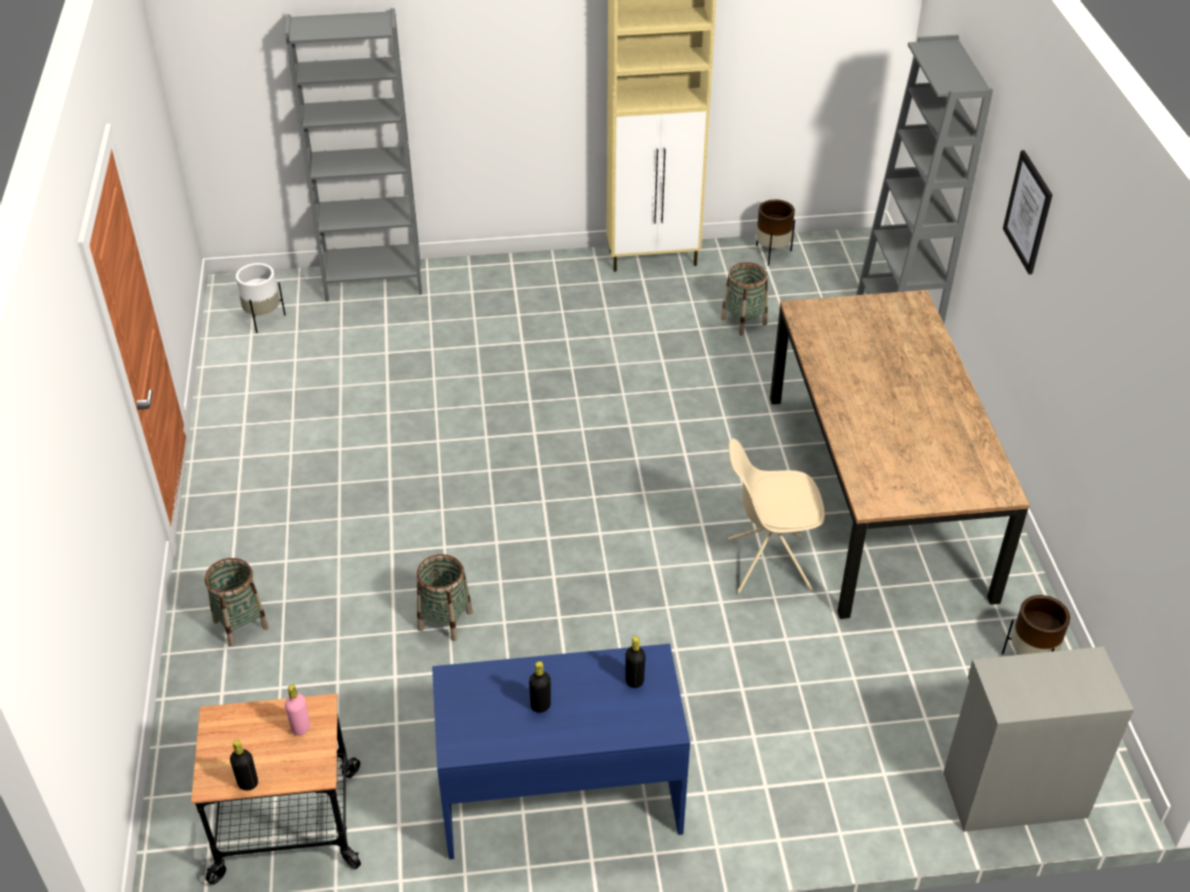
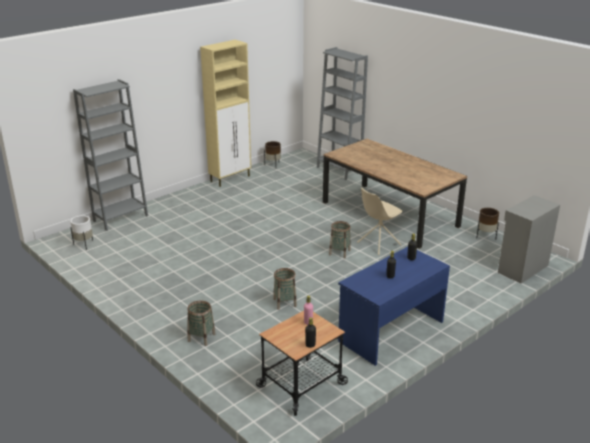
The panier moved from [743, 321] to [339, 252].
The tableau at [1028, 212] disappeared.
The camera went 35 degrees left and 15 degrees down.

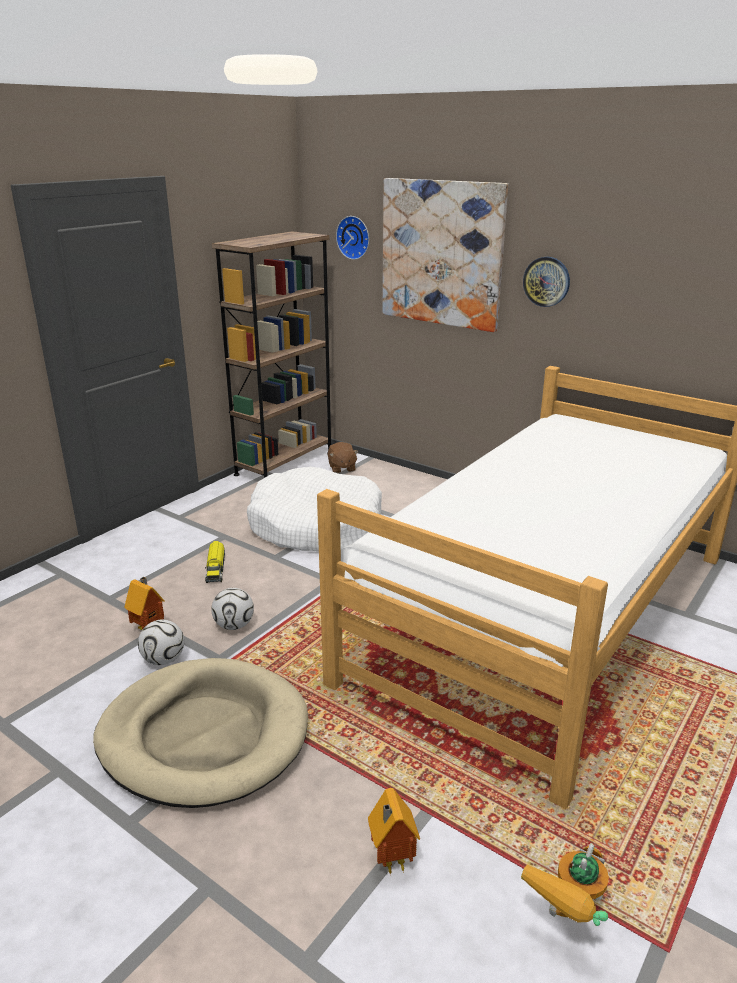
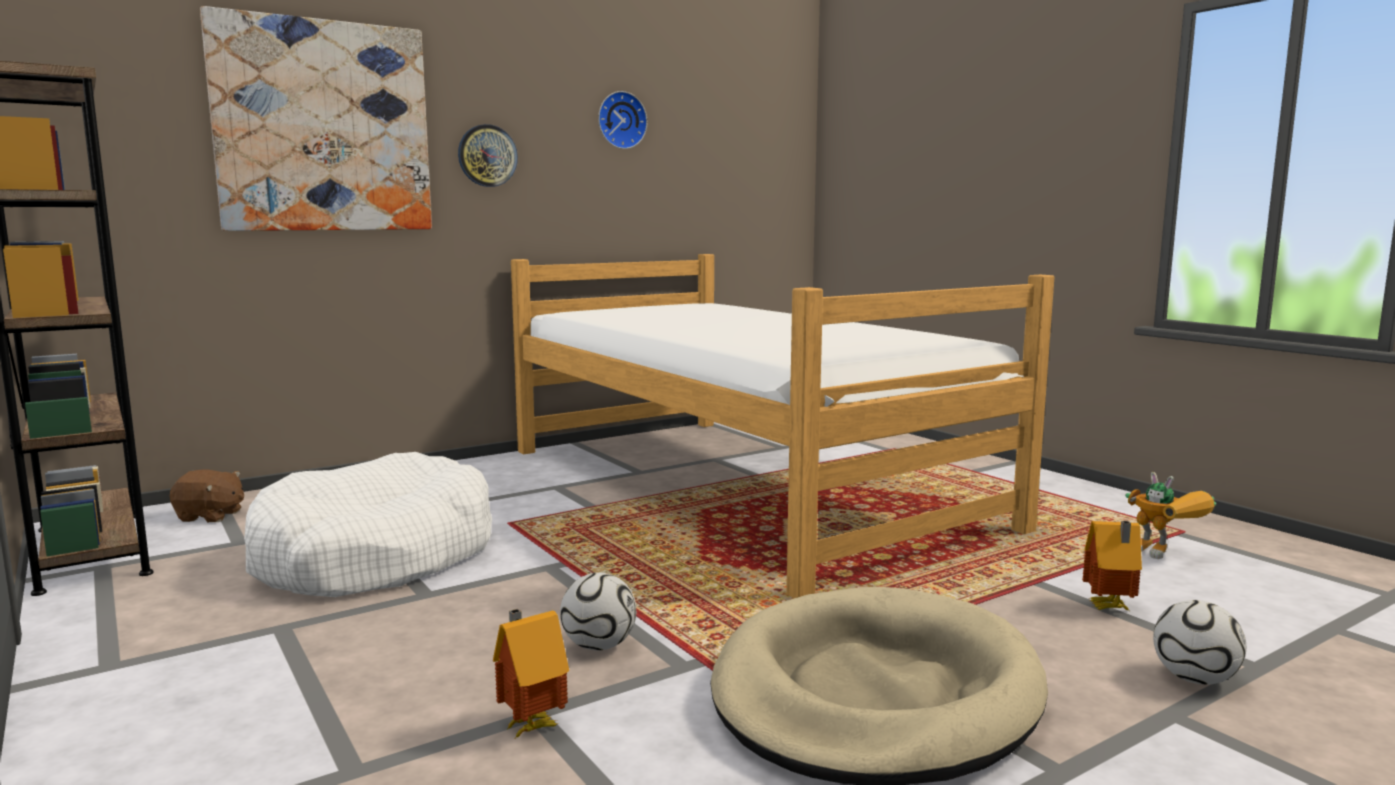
The ballon de foot moved from [163, 660] to [1195, 679].
The camion jouet at [215, 568] disappeared.
The horloge murale moved from [354, 237] to [620, 120].
The camera went 70 degrees left and 15 degrees down.

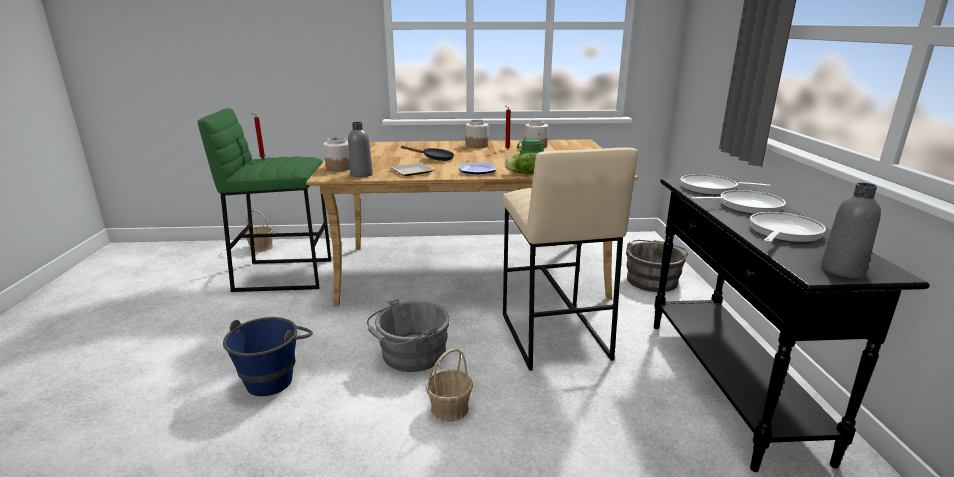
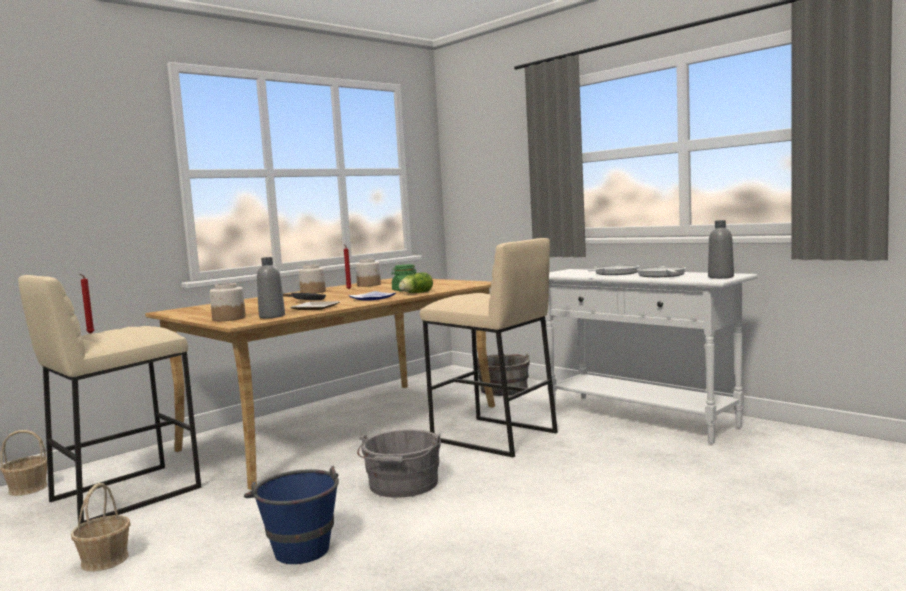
The tabouret (vert) at [284, 274] became the tabouret (beige) at [125, 494].
The panier moved from [450, 408] to [105, 560].
The table console (noir) at [728, 385] became the table console (blanc) at [640, 418].
The poêle at [711, 188] disappeared.
The camera went 40 degrees left and 15 degrees down.

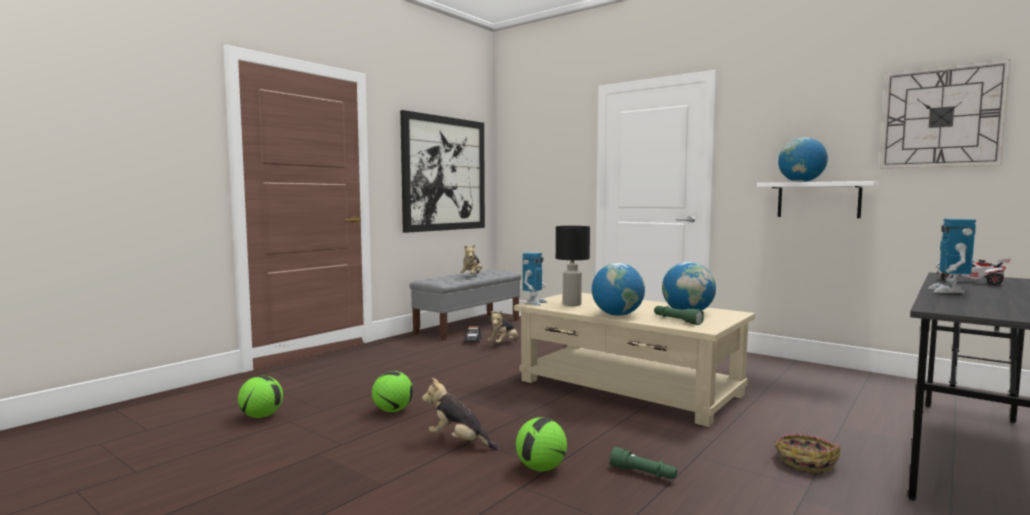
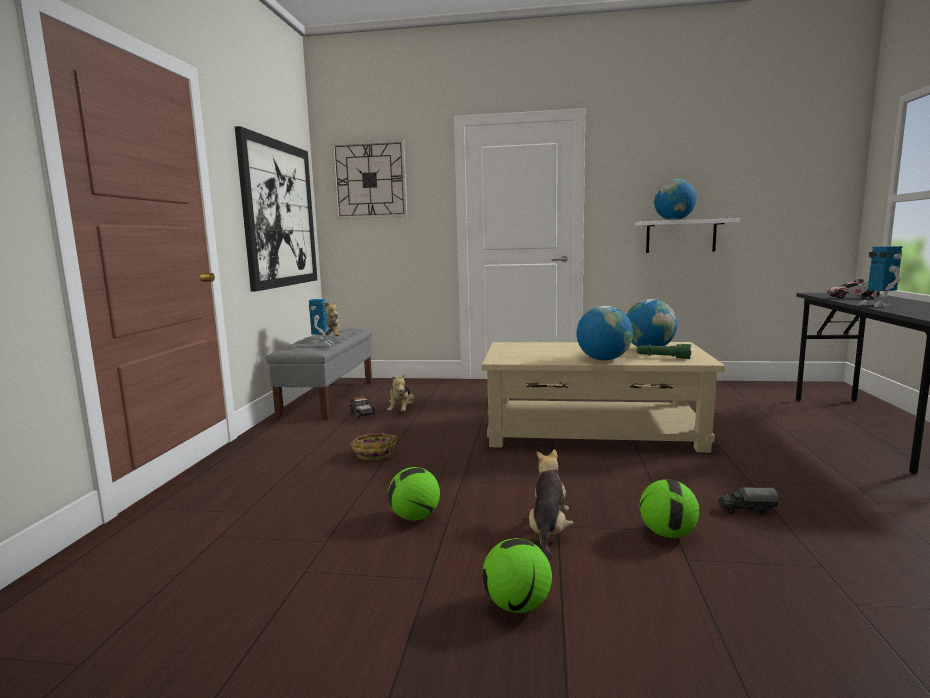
The ballon de foot moved from [261, 416] to [517, 605].
The peluche at [459, 442] turned 105 degrees clockwise.
The robot jouet moved from [534, 303] to [322, 345].
The lampe de table (noir) at [571, 304] disappeared.
The lampe de poche (vert) at [643, 473] was replaced by the camion jouet at [746, 510].
The panier moved from [805, 461] to [374, 453].
The horloge murale moved from [941, 117] to [370, 180].
The camera went 30 degrees left and 5 degrees up.

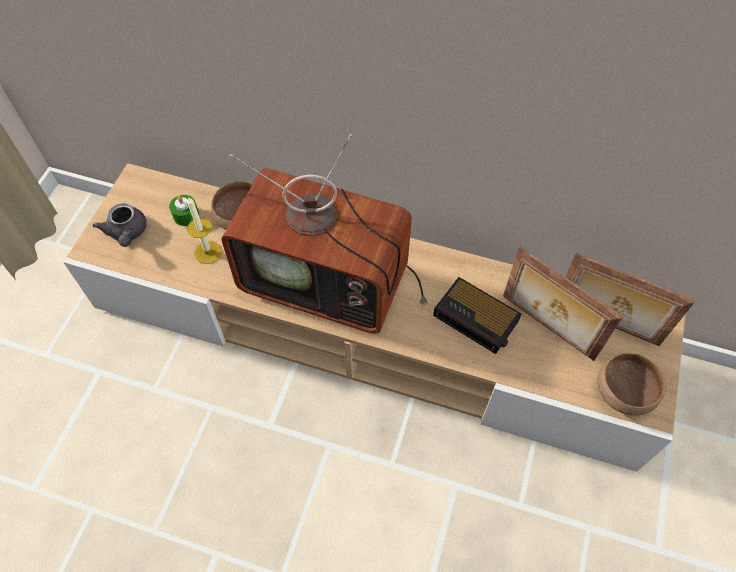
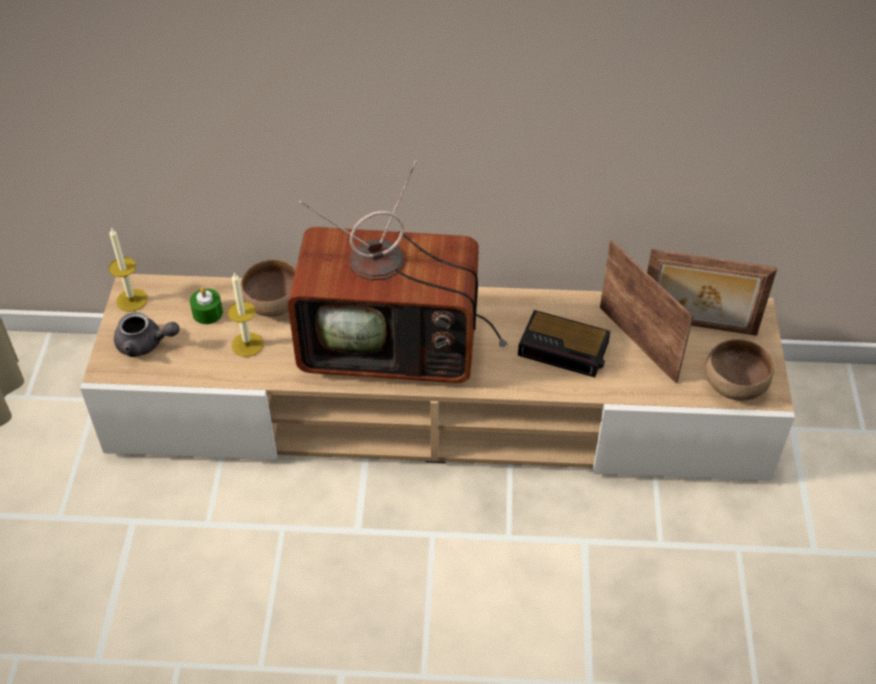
The théière (gris) at [127, 233] turned 45 degrees counterclockwise.
The cadre photo at [546, 328] turned 150 degrees counterclockwise.
The bougie at [132, 300] appeared.
The camera went 15 degrees left and 10 degrees down.

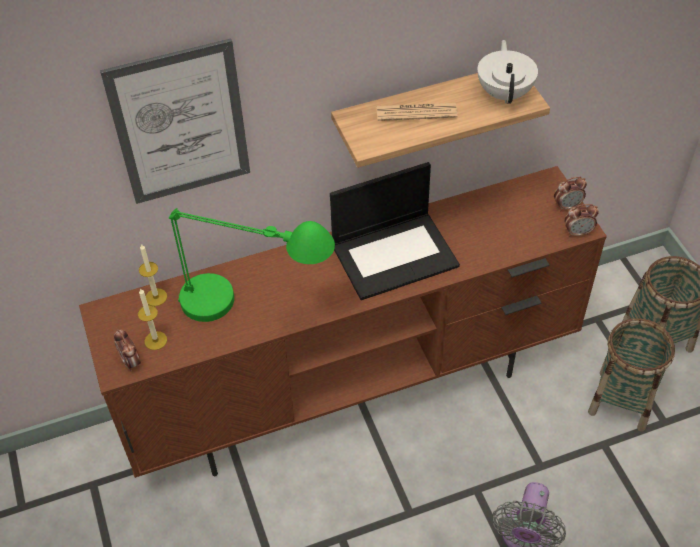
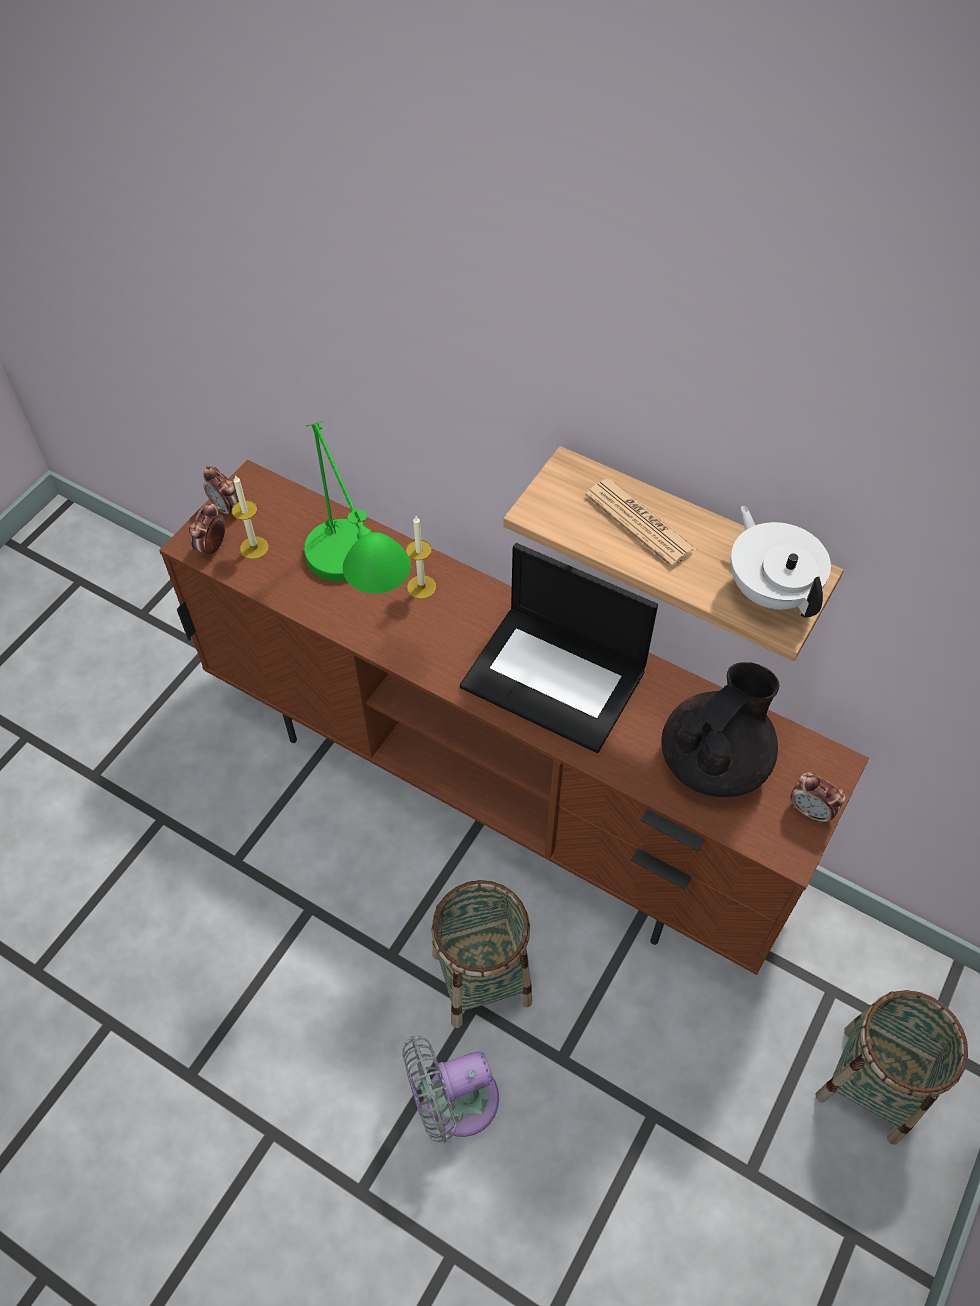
The tableau at [180, 124] disappeared.
The bougie moved from [156, 297] to [421, 587].
The théière (blanc) at [505, 93] turned 75 degrees counterclockwise.
The réveil moved from [578, 232] to [227, 508].
The panier moved from [622, 400] to [482, 978].
The théière (noir) at [714, 760] appeared.
The camera went 50 degrees right and 5 degrees up.

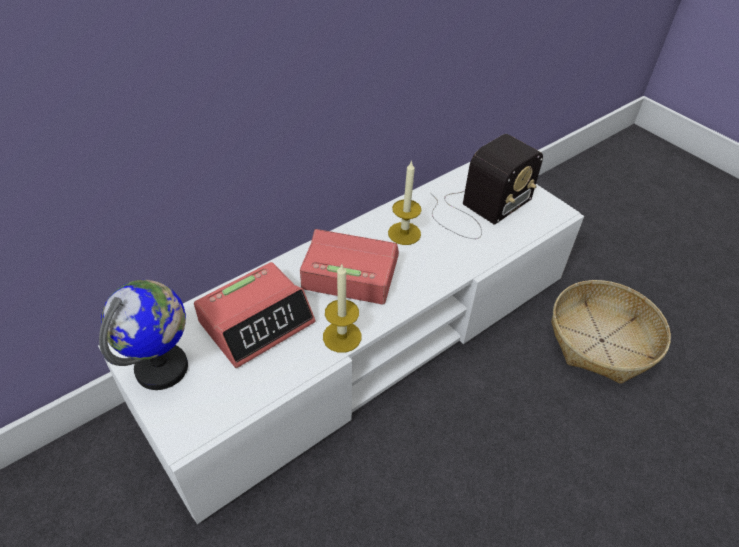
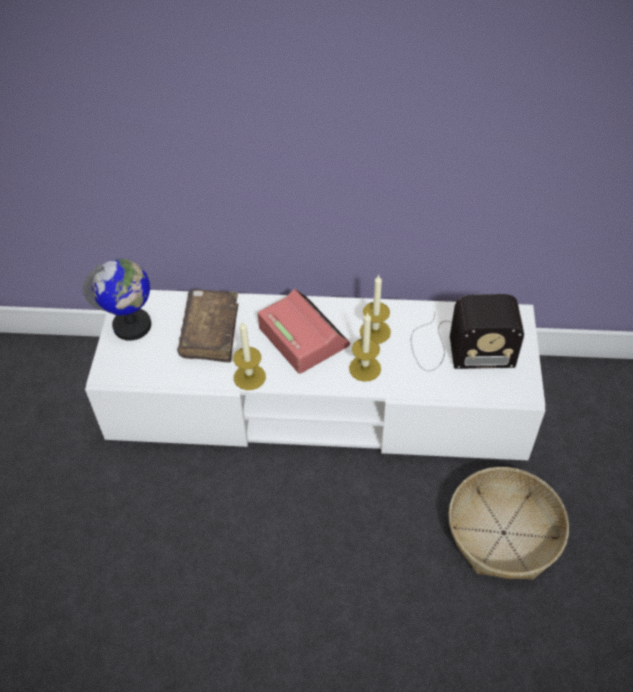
The réveil at [257, 322] was replaced by the livre (marron) at [210, 332].
The bougie at [365, 368] appeared.
The camera went 45 degrees right and 5 degrees up.

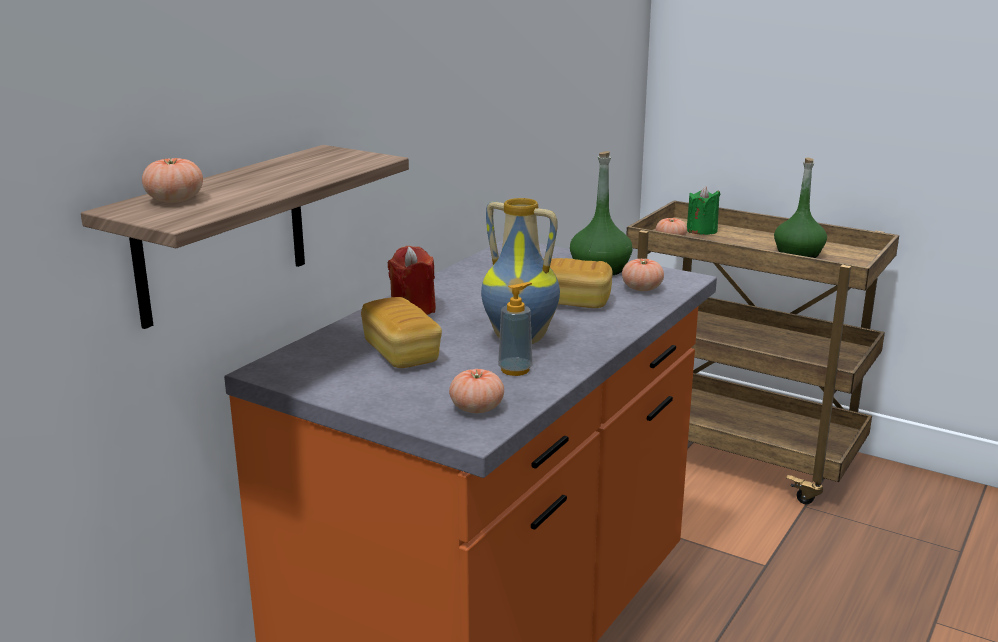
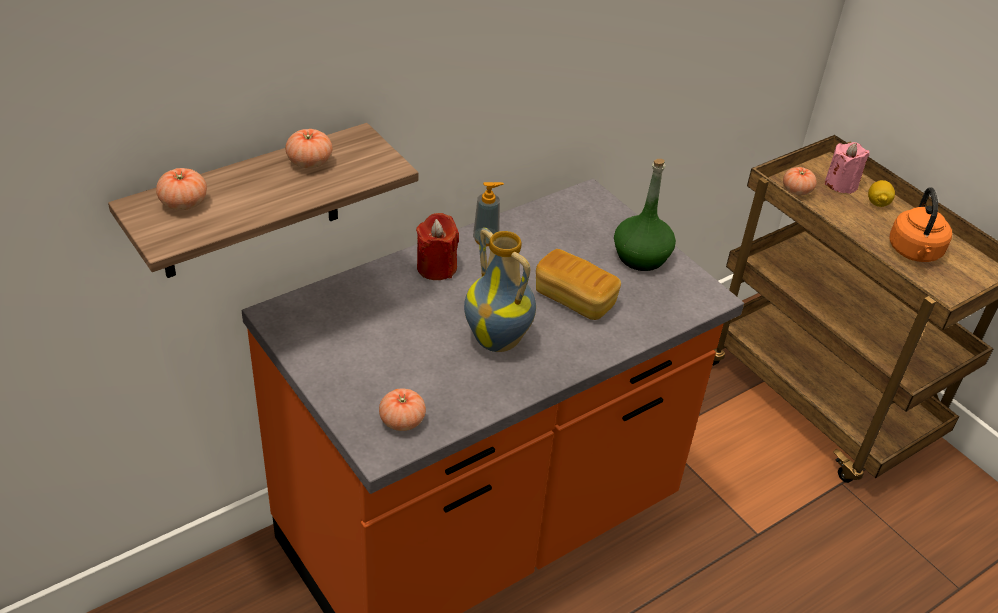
The pain at [401, 353] disappeared.
The distributeur de savon moved from [515, 370] to [486, 239].
The tomate moved from [642, 288] to [309, 162].
The bougie (vert) at [701, 231] became the bougie (rose) at [841, 184].
The bouteille (vert) at [798, 254] was replaced by the bouilloire (orange) at [914, 252].
The citron at [877, 203] appeared.
The camera went 20 degrees right and 20 degrees up.

